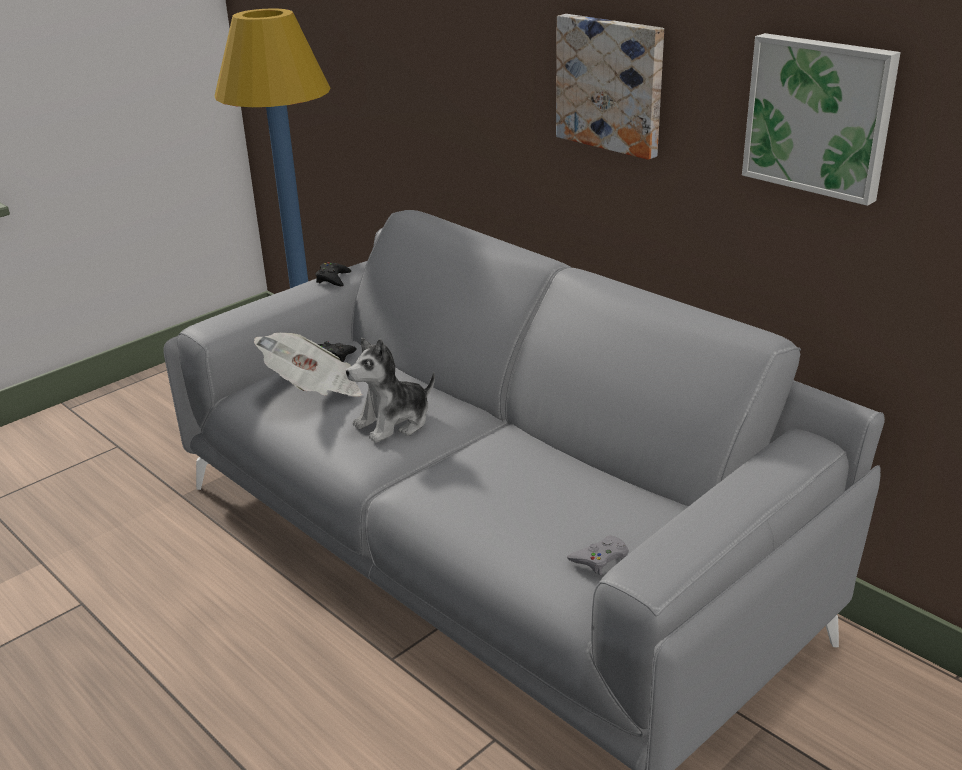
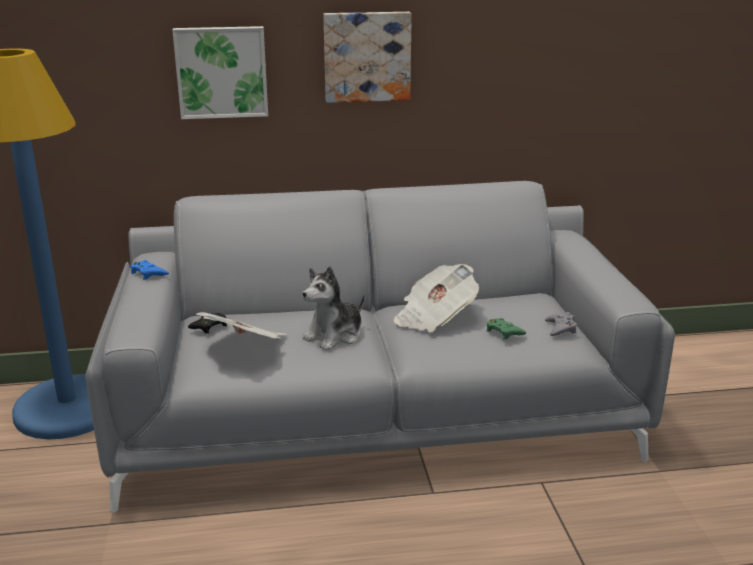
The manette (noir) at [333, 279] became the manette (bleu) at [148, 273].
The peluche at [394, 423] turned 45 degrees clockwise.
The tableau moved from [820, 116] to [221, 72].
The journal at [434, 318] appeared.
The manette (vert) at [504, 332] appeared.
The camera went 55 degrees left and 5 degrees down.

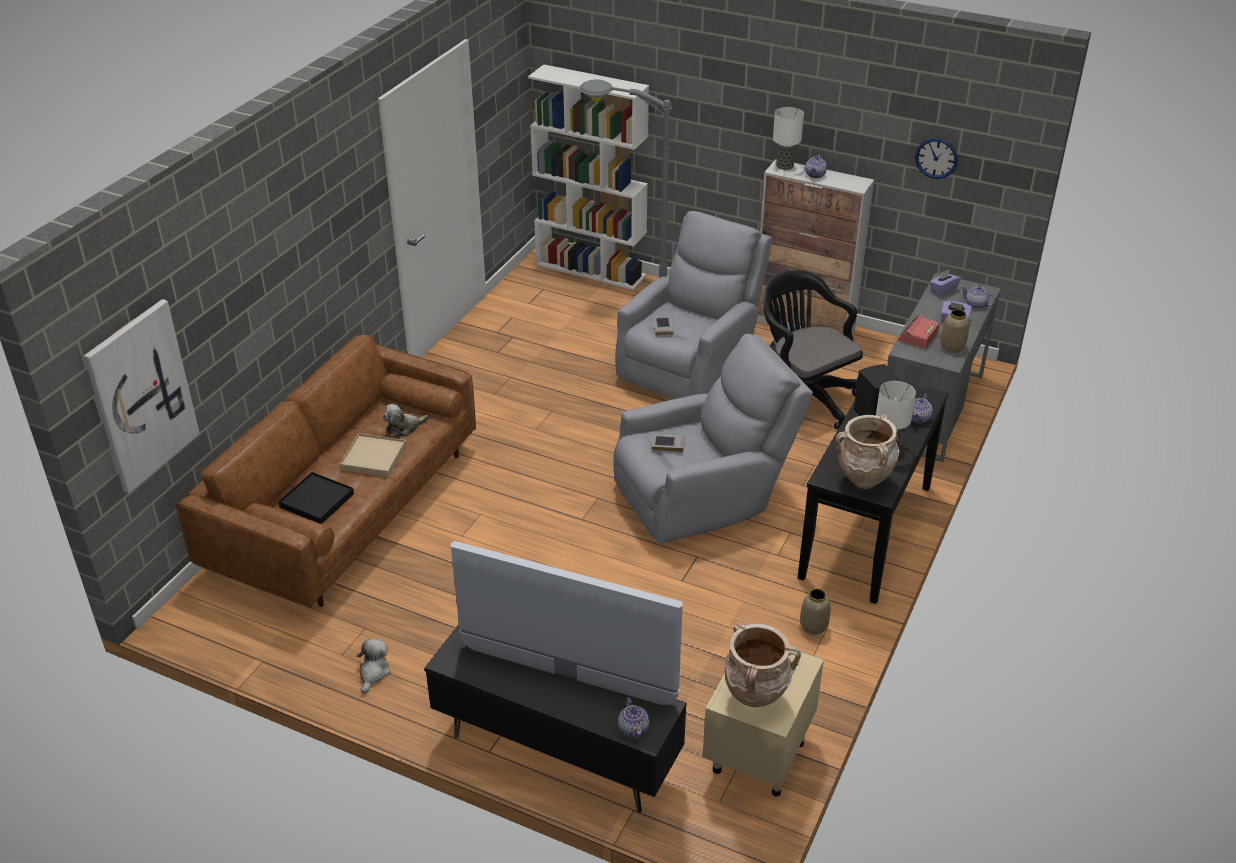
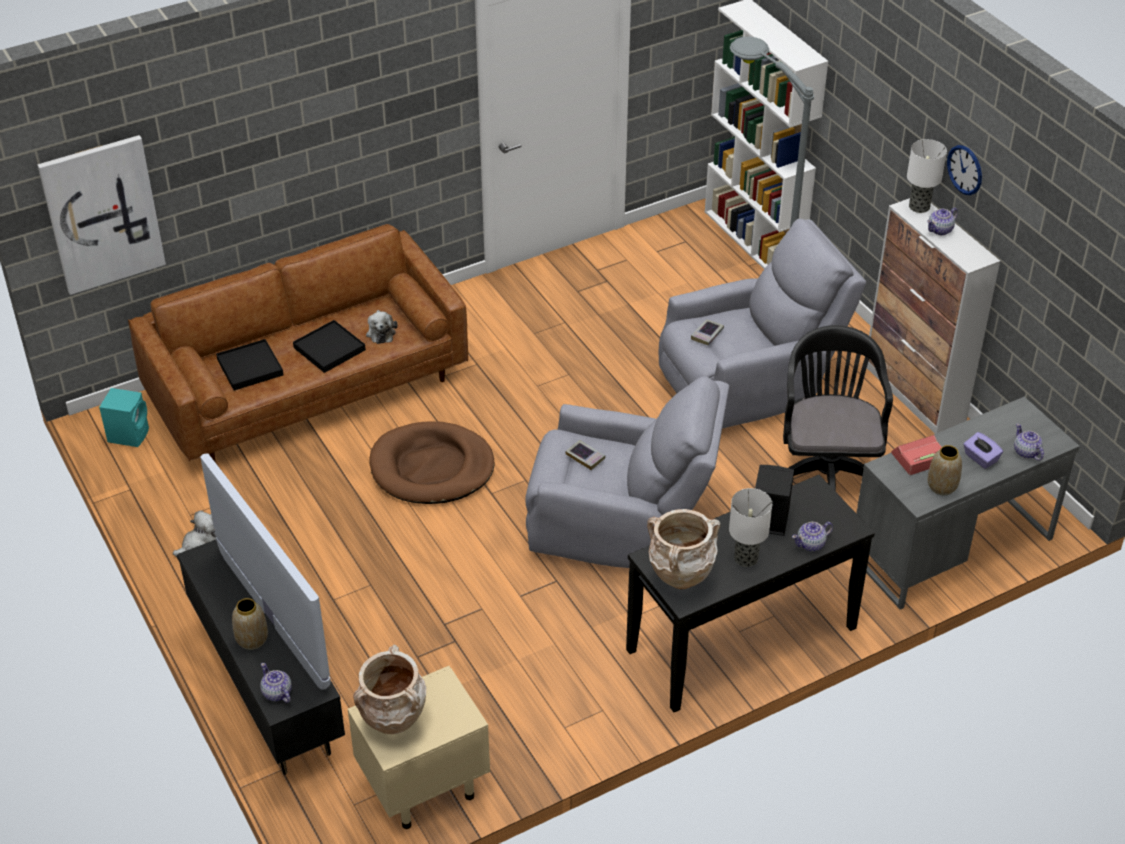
The plateau (beige) at [373, 458] became the plateau (noir) at [329, 349].
The peluche at [404, 428] turned 105 degrees counterclockwise.
The théière at [633, 728] turned 120 degrees clockwise.
The vase moved from [814, 627] to [252, 640].
The horloge murale moved from [936, 158] to [965, 169].
The boîte à mouchoirs (violet) at [943, 290] disappeared.
The enceinte (turquoise) at [129, 434] appeared.
The panier pour chien (marron) at [432, 468] appeared.
The camera went 35 degrees right and 5 degrees up.

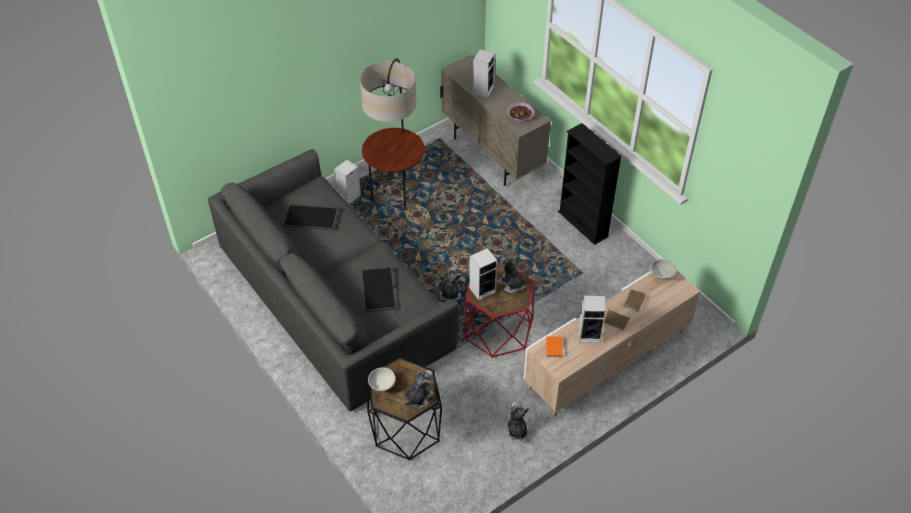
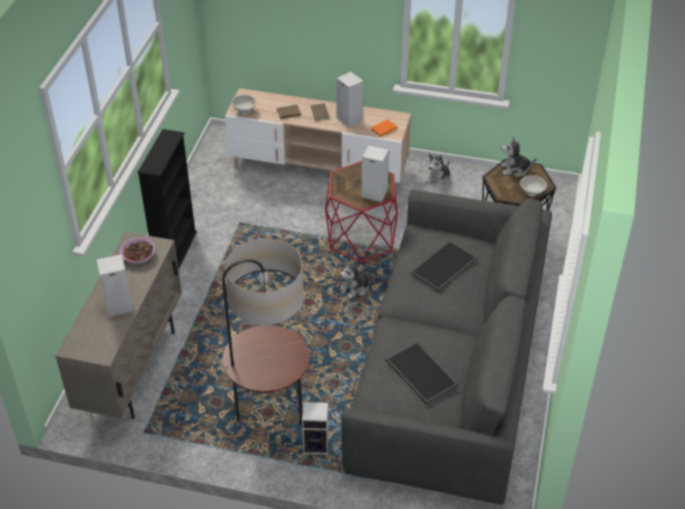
The peluche at [511, 284] disappeared.
The camera went 130 degrees left and 5 degrees down.

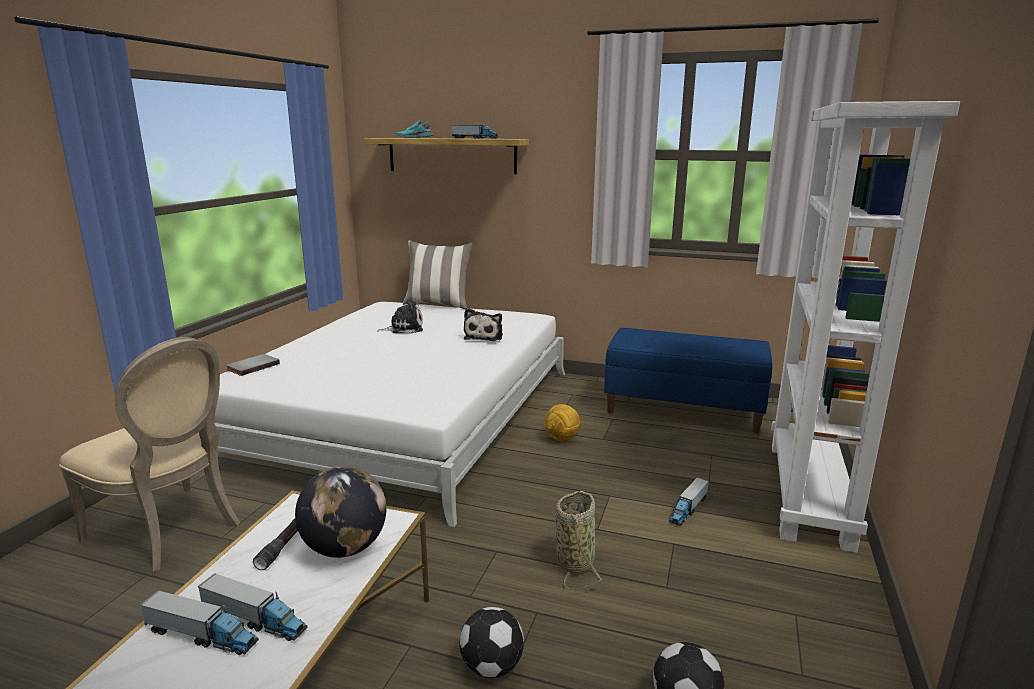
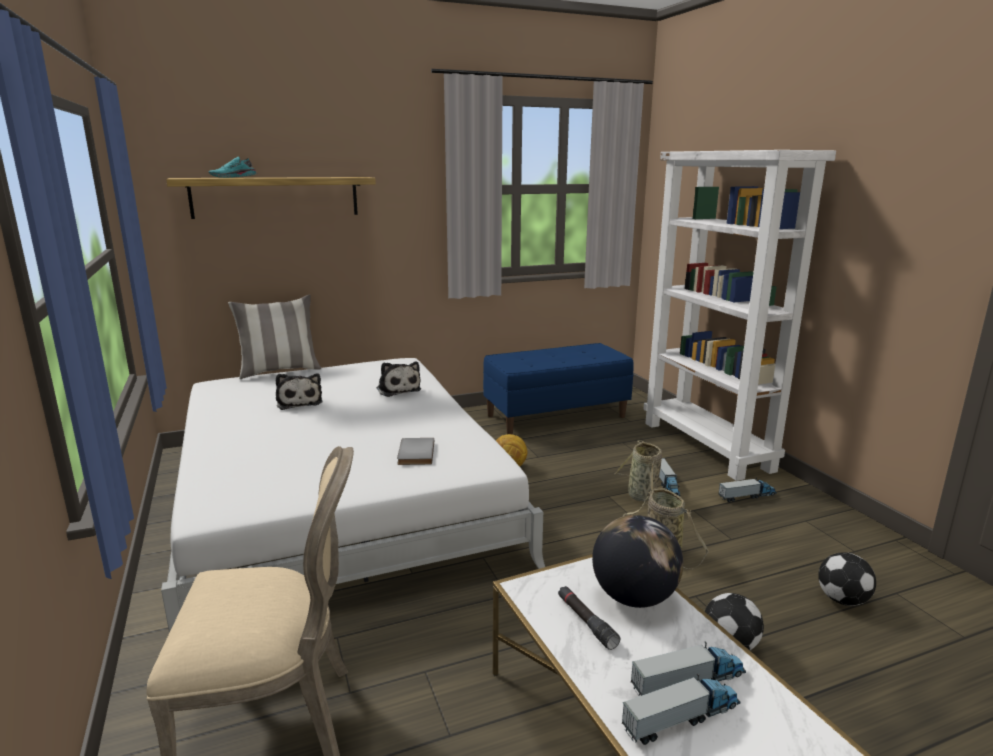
The livre (gris) moved from [252, 366] to [414, 453].
The peluche at [404, 328] turned 120 degrees clockwise.
The camion jouet moved from [475, 138] to [747, 496].
The panier at [642, 497] appeared.
The camera went 40 degrees left and 0 degrees up.

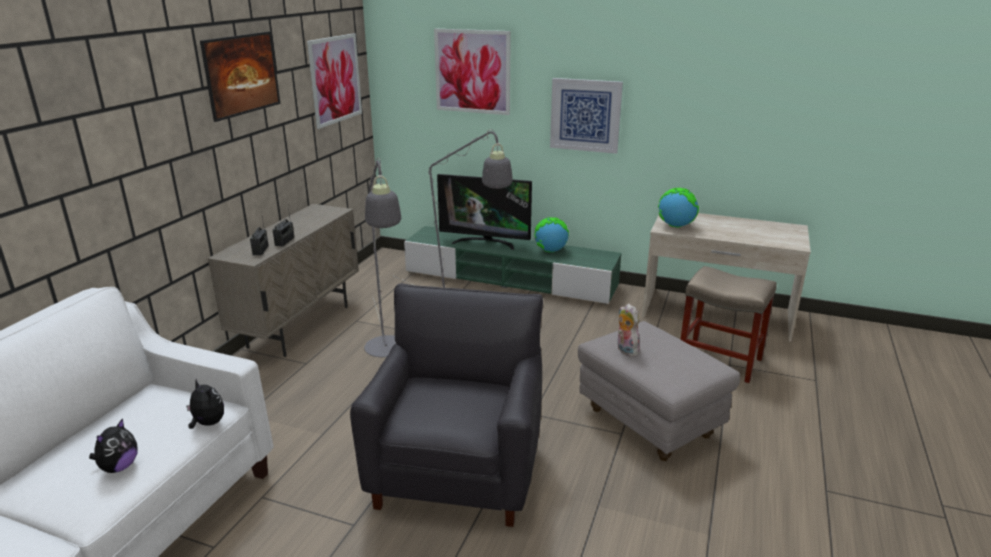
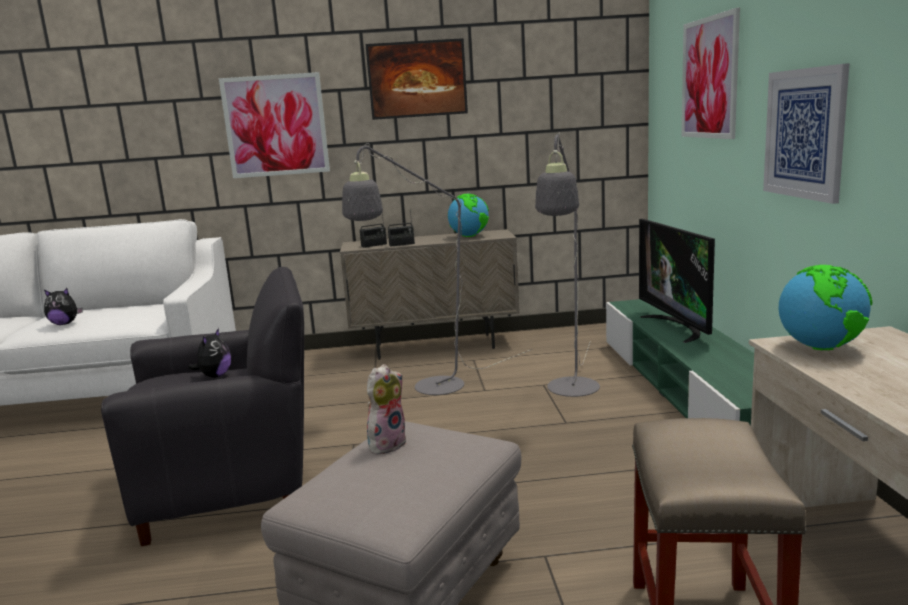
The peluche moved from [207, 423] to [215, 376].
The tableau moved from [335, 79] to [275, 125].
The globe moved from [550, 251] to [469, 236].
The camera went 65 degrees right and 10 degrees down.

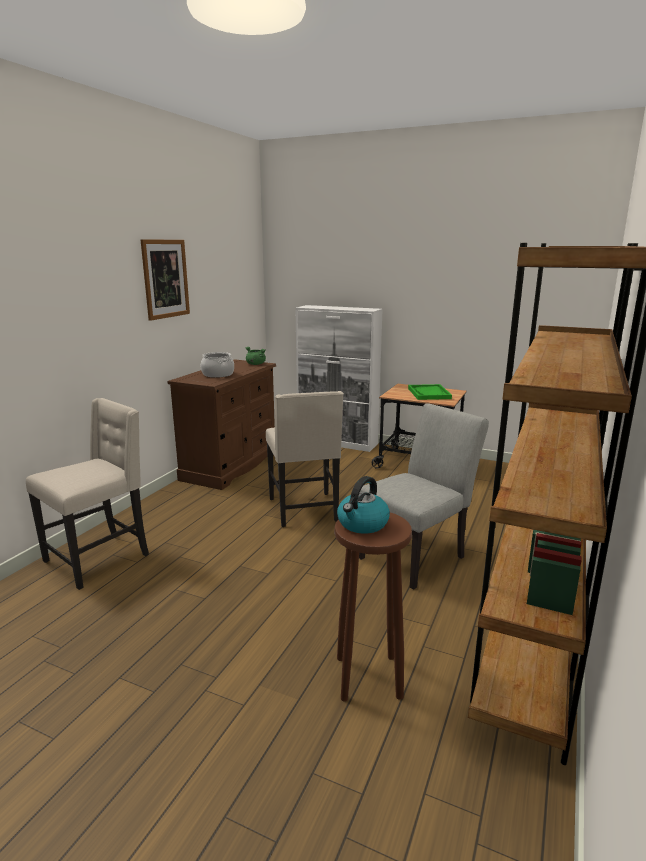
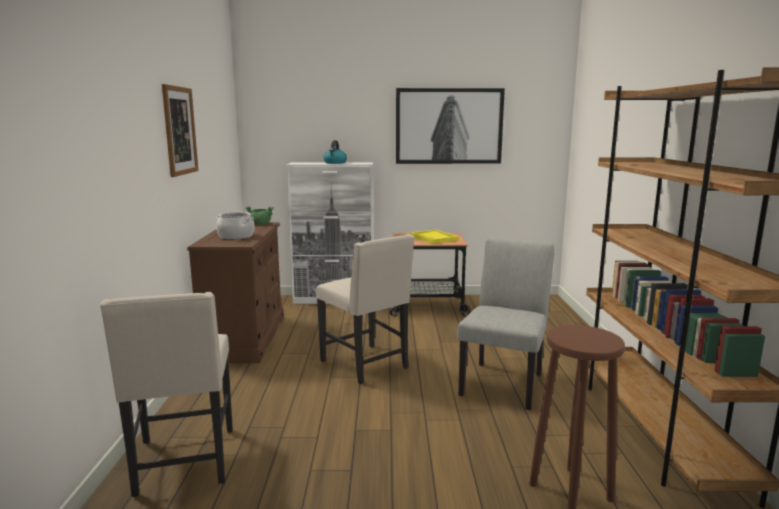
The chaise (beige) at [99, 558] turned 150 degrees clockwise.
The bouilloire moved from [362, 524] to [335, 163].
The plateau (vert) at [429, 393] became the plateau (jaune) at [433, 238].
The tableau at [449, 126] appeared.
The camera went 25 degrees left and 5 degrees down.

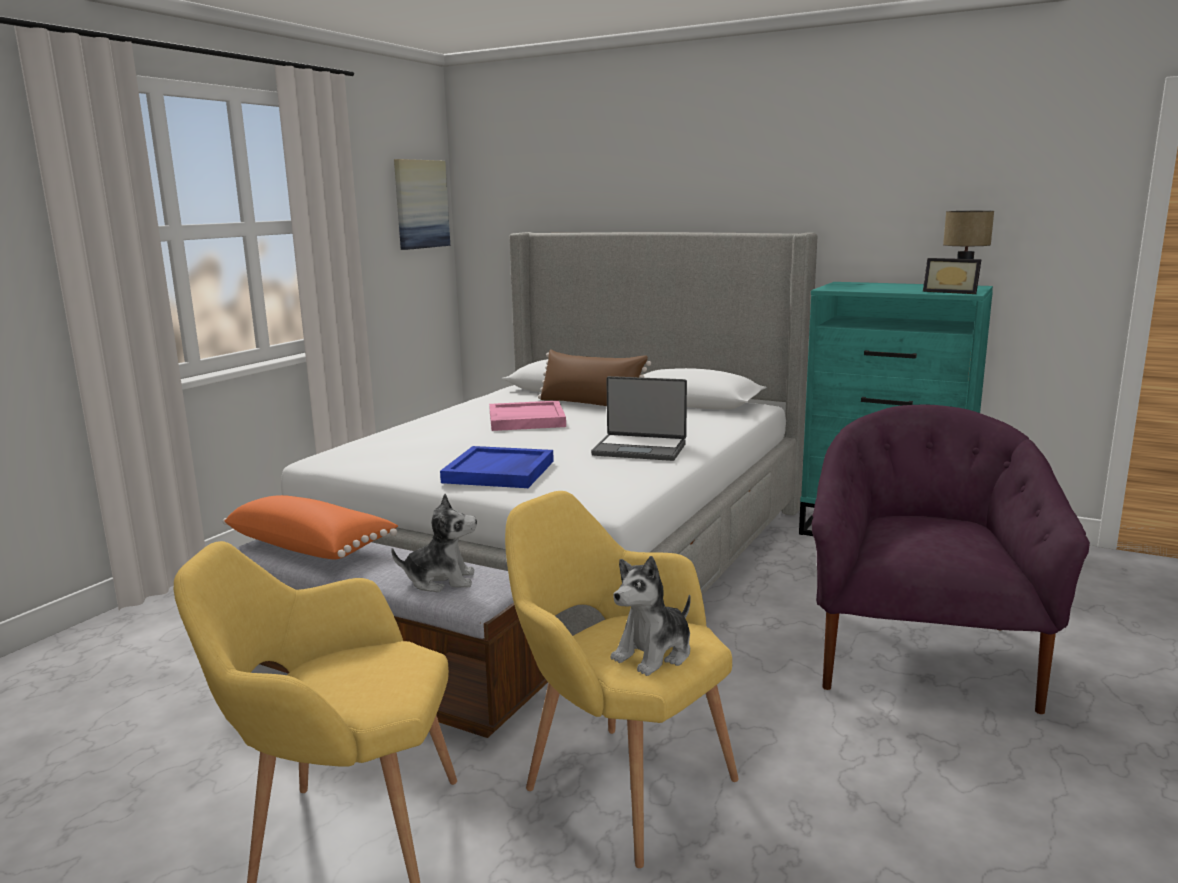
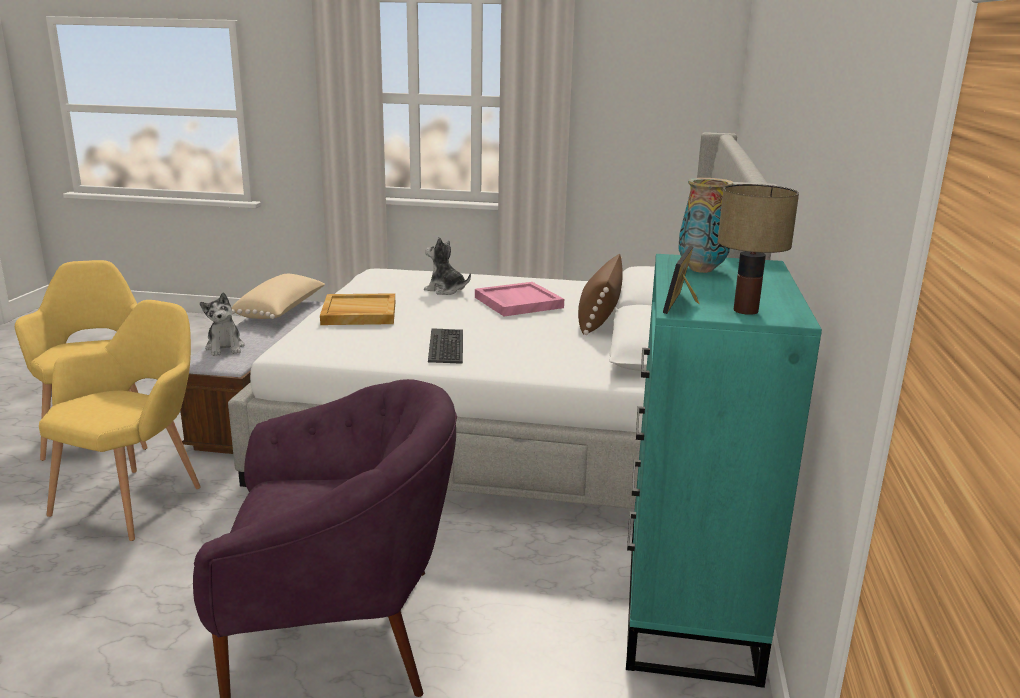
The coussin (orange) at [312, 546] became the coussin (beige) at [282, 311].
The tableau at [421, 204] disappeared.
The plateau (bleu) at [499, 472] became the plateau (beige) at [358, 313].
The ordinateur portable at [640, 449] was replaced by the clavier at [447, 346].
The peluche moved from [654, 653] to [445, 290].
The vase at [701, 270] appeared.
The camera went 70 degrees right and 5 degrees up.

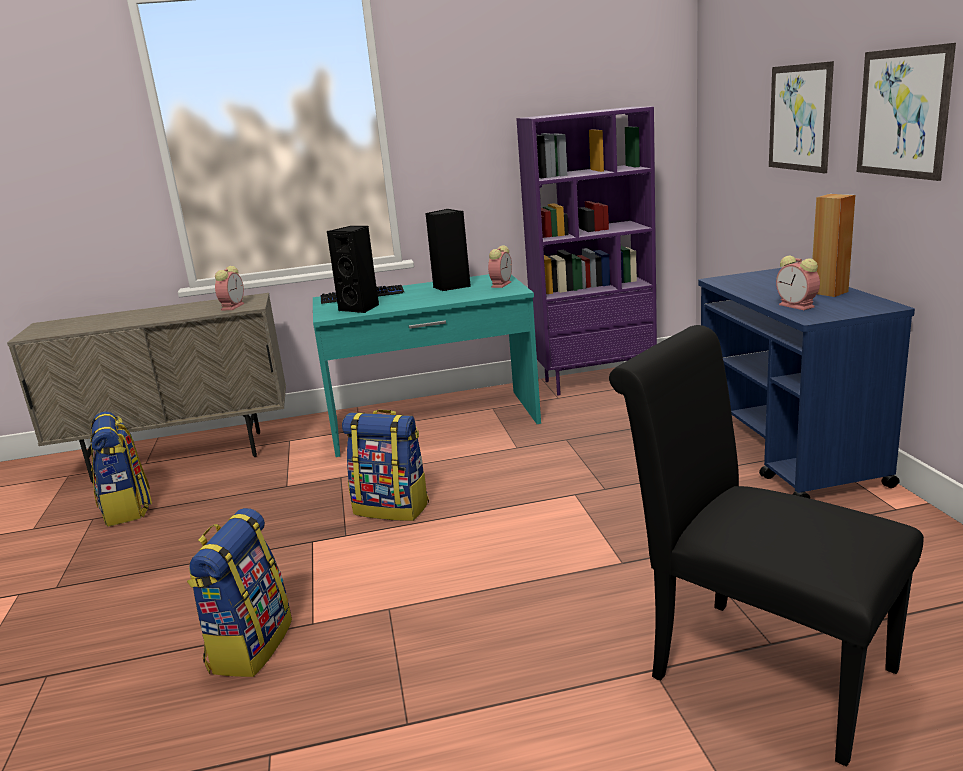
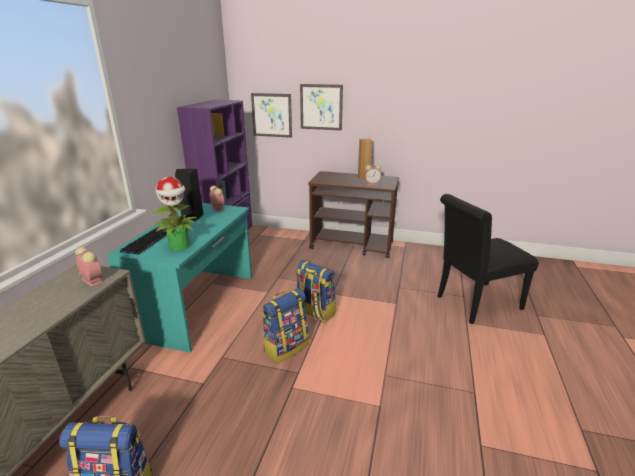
The sac à dos moved from [250, 645] to [314, 312].
The enceinte (noir) at [361, 308] was replaced by the plante en pot at [180, 246].
The chariot (bleu) at [788, 455] became the chariot (marron) at [352, 245].
The tableau moved from [902, 113] to [271, 115].
The camera went 65 degrees left and 5 degrees up.

